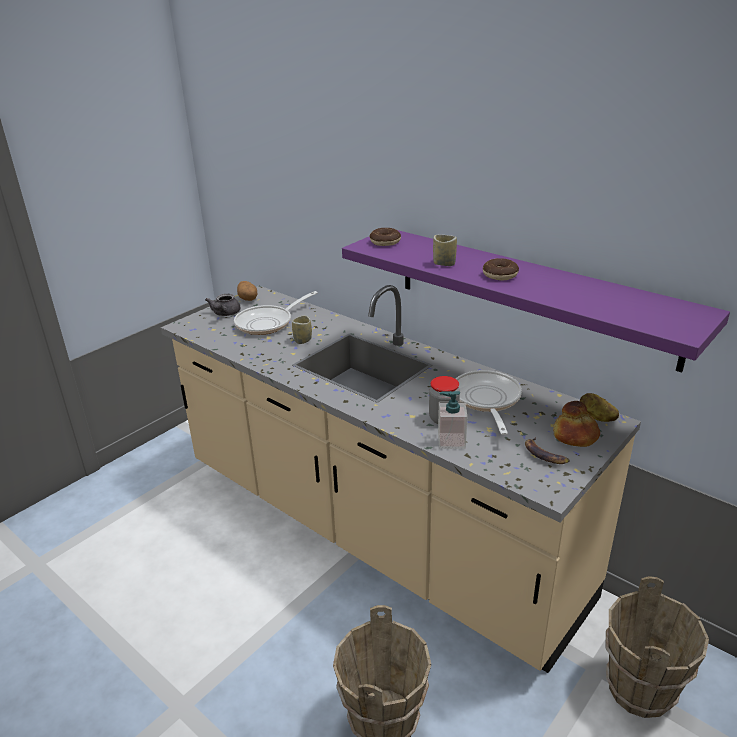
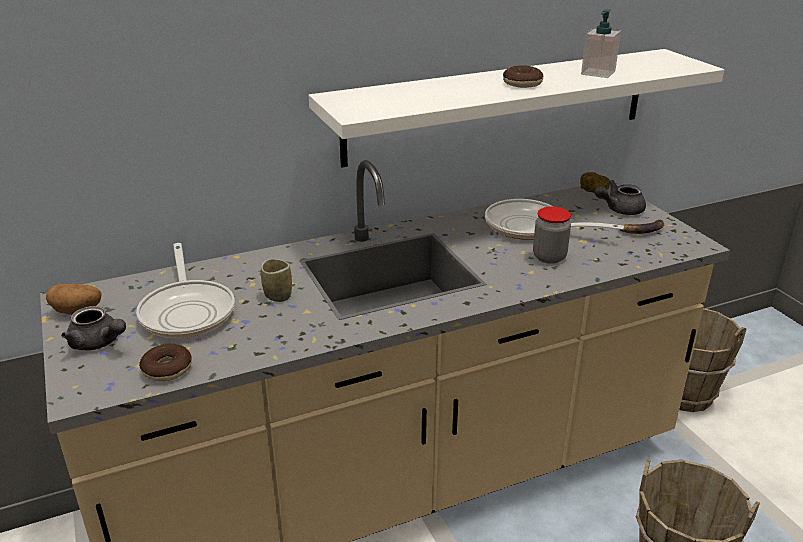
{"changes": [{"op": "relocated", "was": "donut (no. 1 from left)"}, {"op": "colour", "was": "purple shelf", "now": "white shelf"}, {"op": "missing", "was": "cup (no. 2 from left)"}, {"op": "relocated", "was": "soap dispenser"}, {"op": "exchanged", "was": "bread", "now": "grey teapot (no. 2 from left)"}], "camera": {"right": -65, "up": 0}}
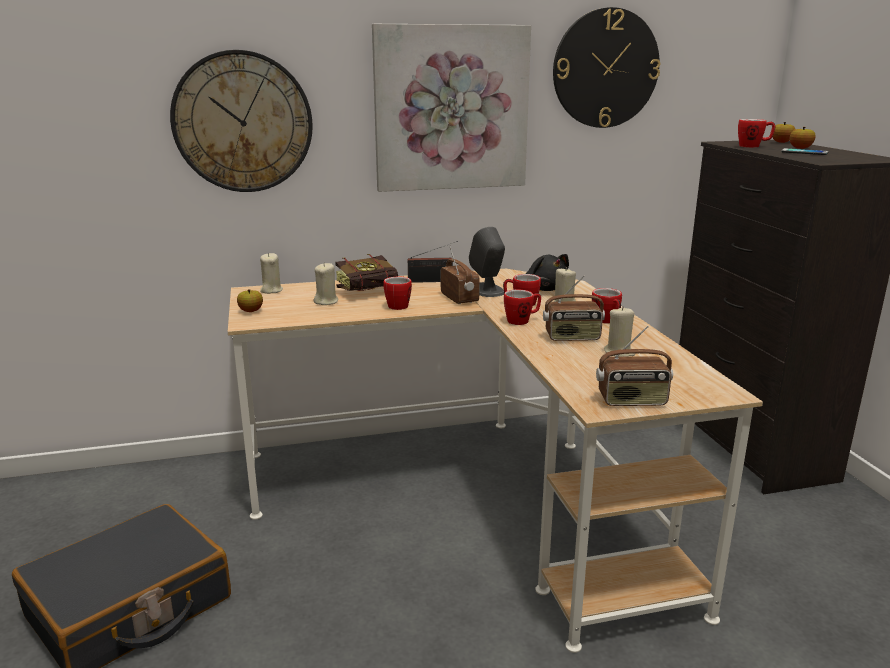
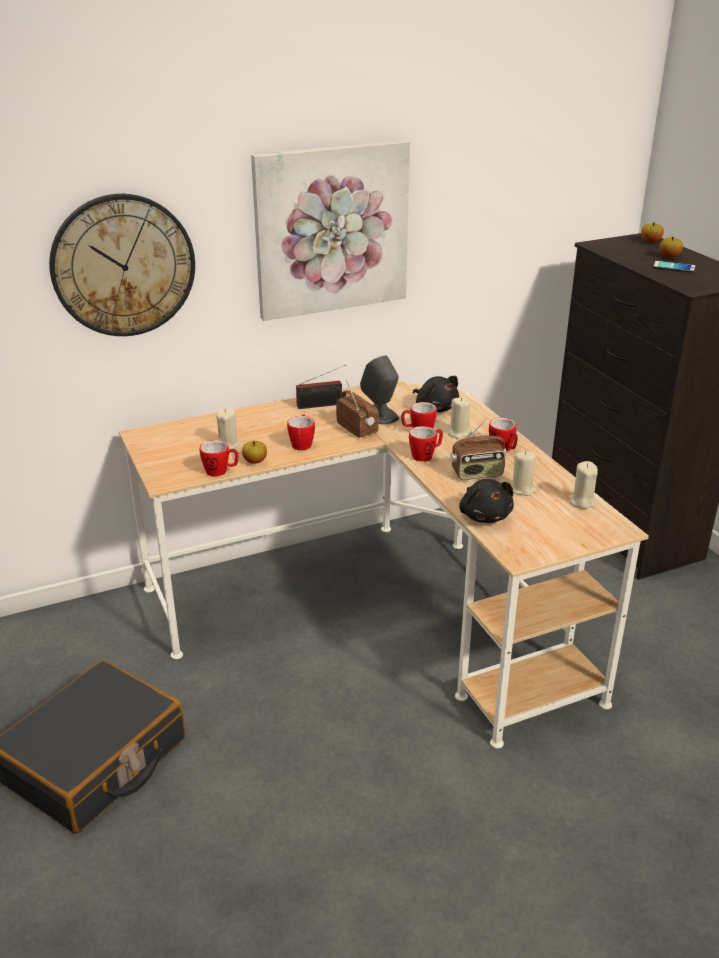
{"changes": [{"op": "missing", "was": "wall clock (no. 2 from left)"}, {"op": "relocated", "was": "mug (no. 5 from left in the first image)", "now": "mug (no. 1 from left)"}, {"op": "relocated", "was": "beige candle (no. 1 from left in the first image)", "now": "beige candle (no. 4 from left)"}, {"op": "missing", "was": "book"}, {"op": "relocated", "was": "apple (no. 1 from left)"}, {"op": "missing", "was": "radio (no. 4 from left)"}, {"op": "appeared", "now": "black plush toy (no. 2 from left)"}], "camera": {"right": -10, "up": 10}}
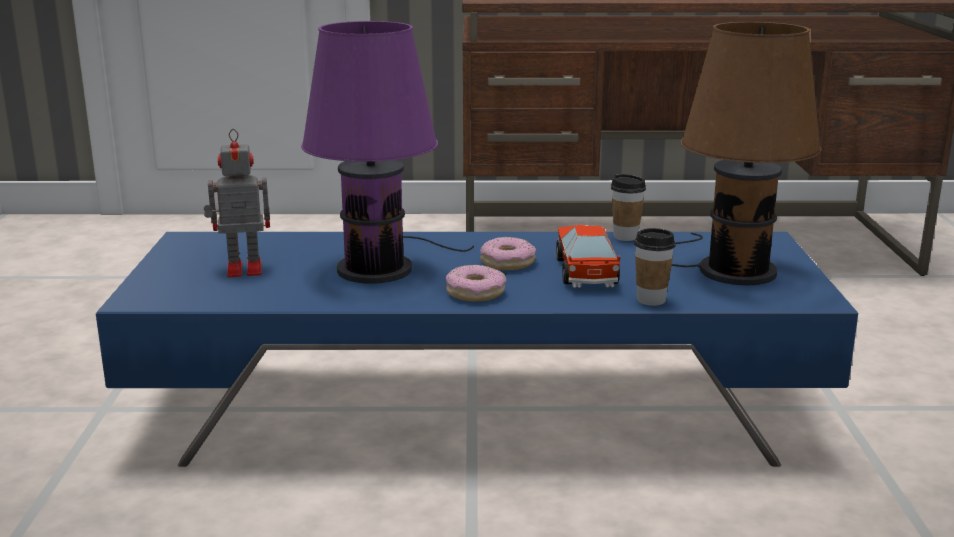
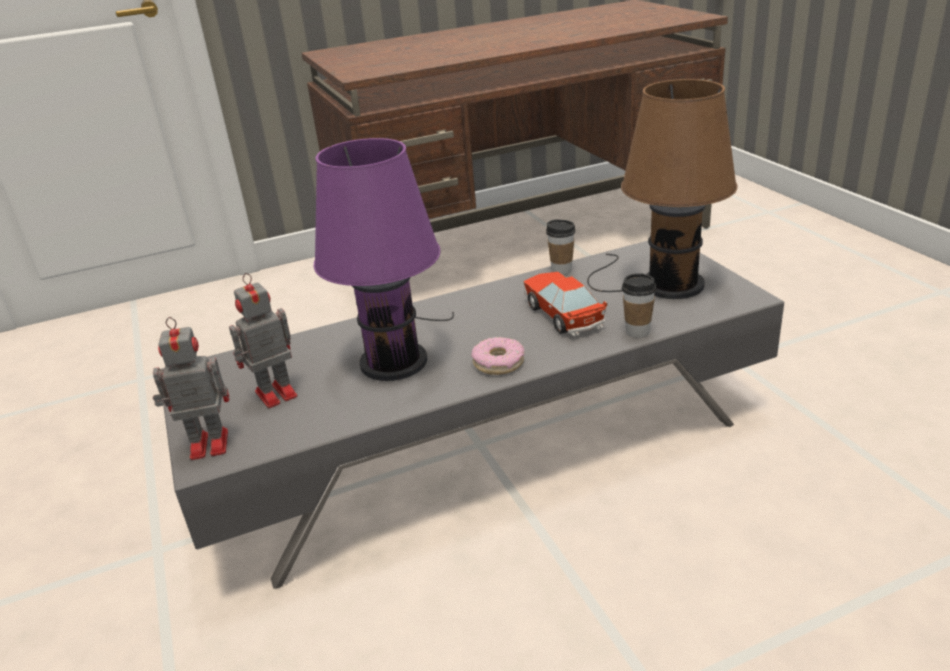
{"changes": [{"op": "colour", "was": "blue coffee table", "now": "grey coffee table"}, {"op": "missing", "was": "donut (no. 2 from left)"}, {"op": "appeared", "now": "toy robot (no. 1 from left)"}], "camera": {"right": -20, "up": 10}}
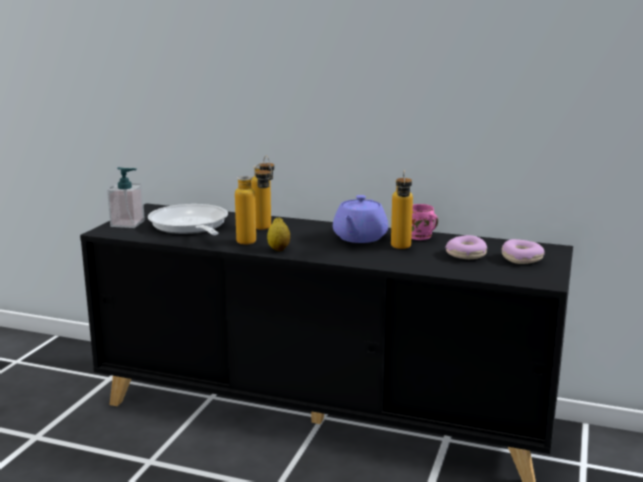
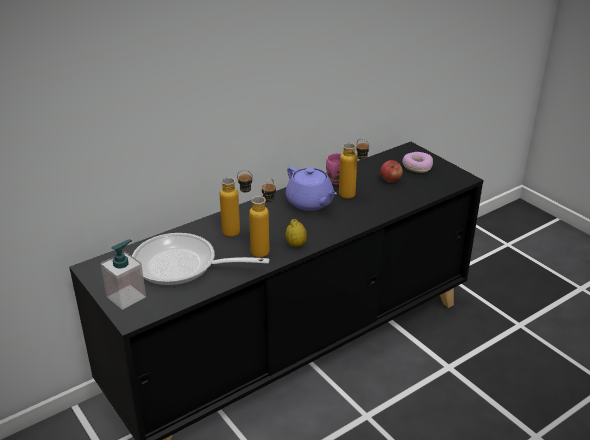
{"changes": [{"op": "exchanged", "was": "donut (no. 1 from left)", "now": "apple"}], "camera": {"right": -55, "up": 15}}
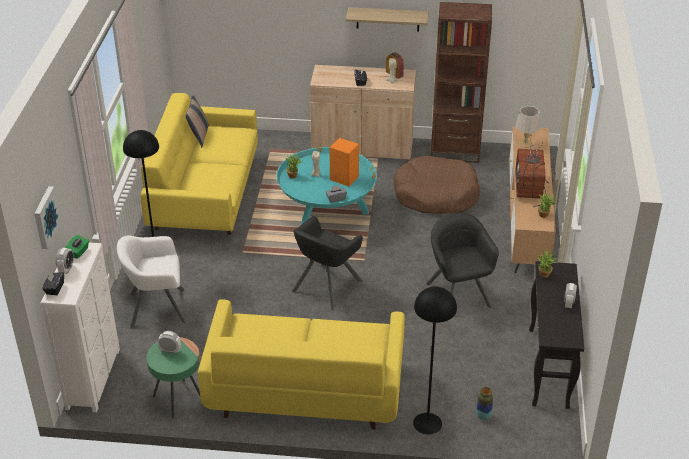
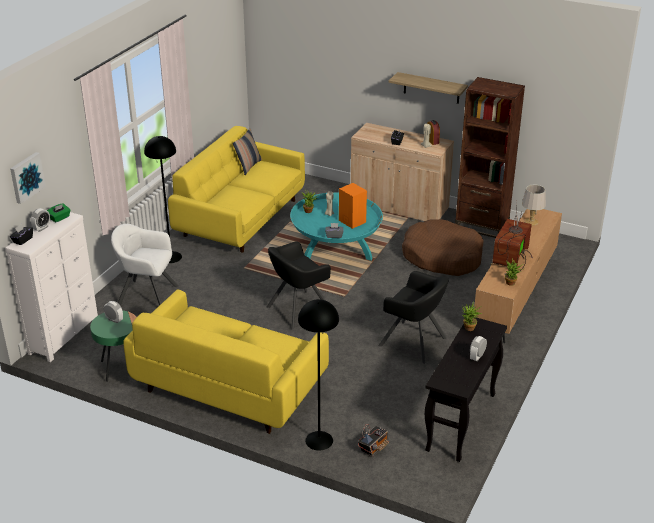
{"changes": [{"op": "spun", "was": "black armchair (no. 2 from left)", "clockwise": 120}, {"op": "exchanged", "was": "vase", "now": "radio"}], "camera": {"right": 20, "up": -5}}
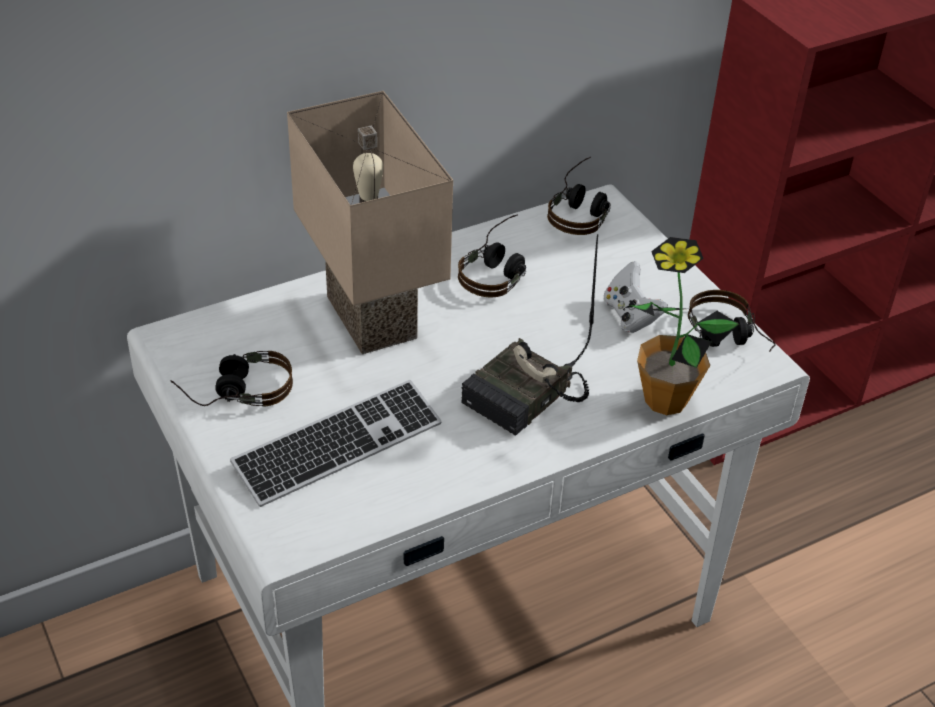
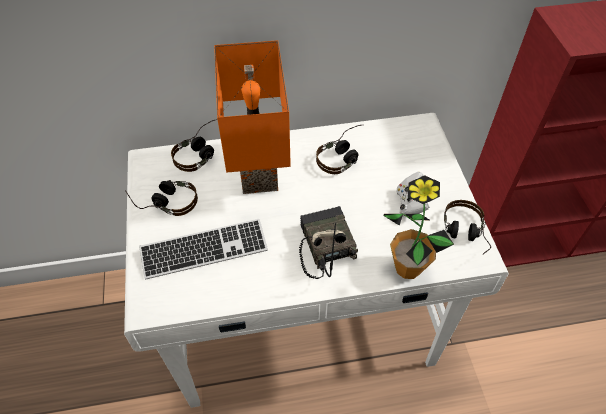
{"changes": [{"op": "colour", "was": "beige table lamp", "now": "orange table lamp"}, {"op": "relocated", "was": "headphones (no. 3 from left in the first image)", "now": "headphones (no. 2 from left)"}, {"op": "spun", "was": "radio", "clockwise": 105}], "camera": {"right": 20, "up": 10}}
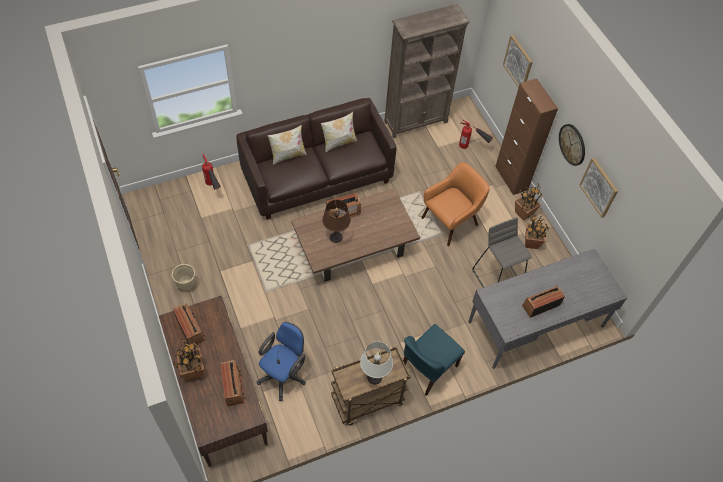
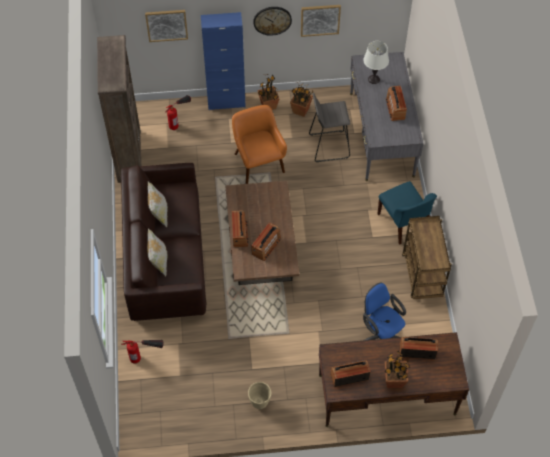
{"changes": [{"op": "colour", "was": "brown cabinet", "now": "blue cabinet"}, {"op": "exchanged", "was": "brown table lamp", "now": "radio (no. 2 from left)"}, {"op": "relocated", "was": "white table lamp"}], "camera": {"right": -70, "up": 0}}
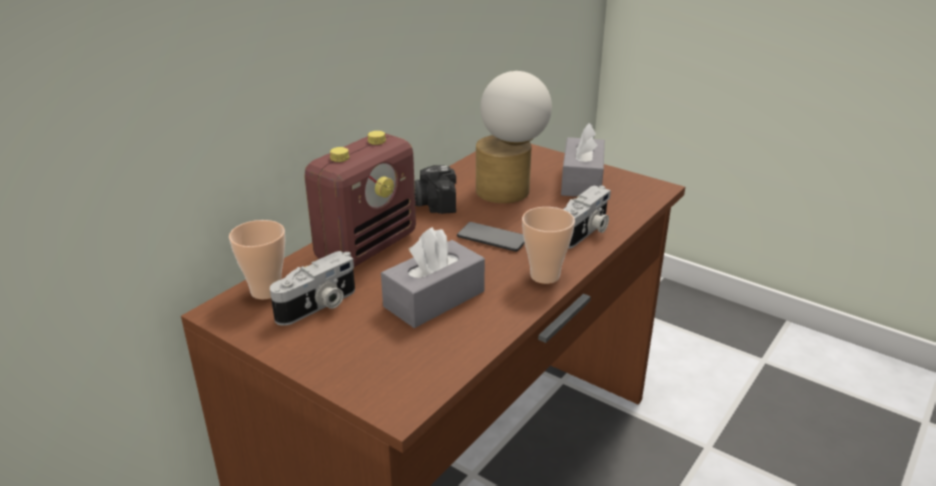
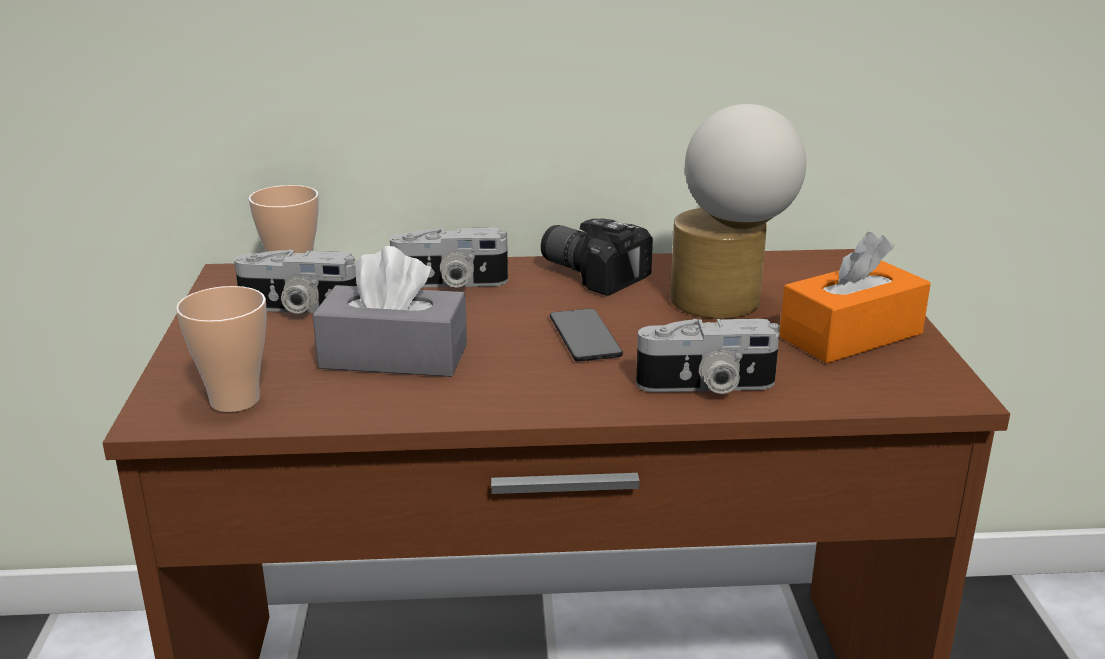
{"changes": [{"op": "colour", "was": "grey tissue box (no. 2 from left)", "now": "orange tissue box"}, {"op": "exchanged", "was": "radio", "now": "photo camera (no. 2 from left)"}, {"op": "relocated", "was": "cup (no. 2 from left in the first image)", "now": "cup (no. 1 from left)"}], "camera": {"right": 50, "up": -5}}
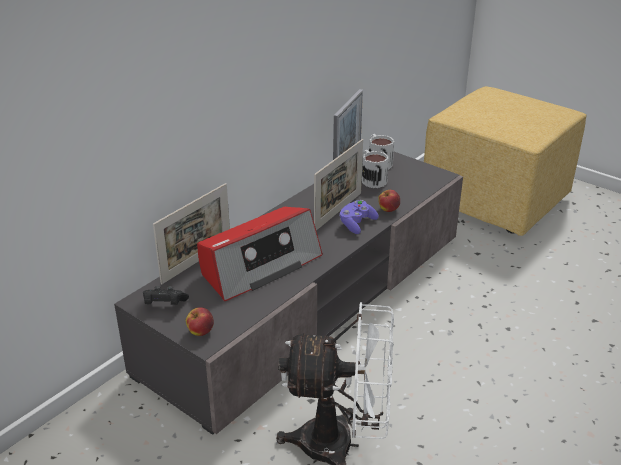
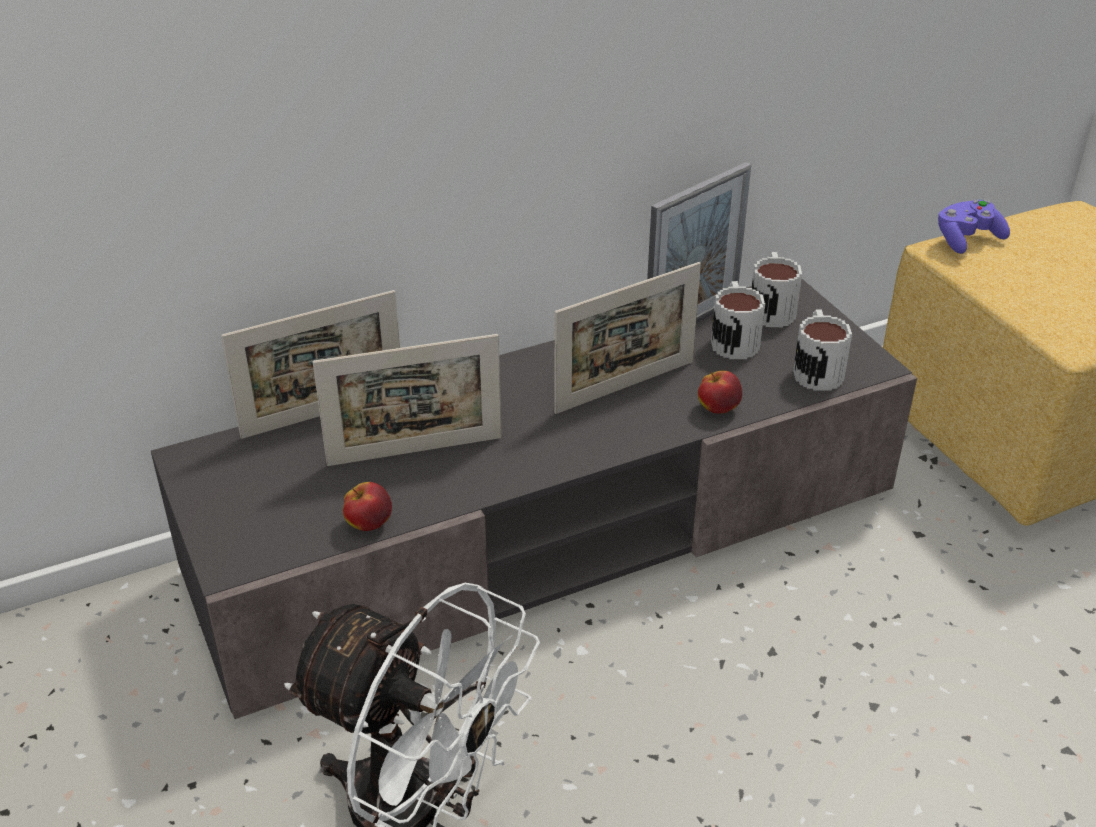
{"changes": [{"op": "relocated", "was": "purple game controller"}, {"op": "exchanged", "was": "radio", "now": "picture frame (no. 2 from left)"}, {"op": "missing", "was": "black game controller"}, {"op": "relocated", "was": "apple (no. 1 from left)"}, {"op": "appeared", "now": "mug (no. 3 from left)"}], "camera": {"right": 25, "up": 5}}
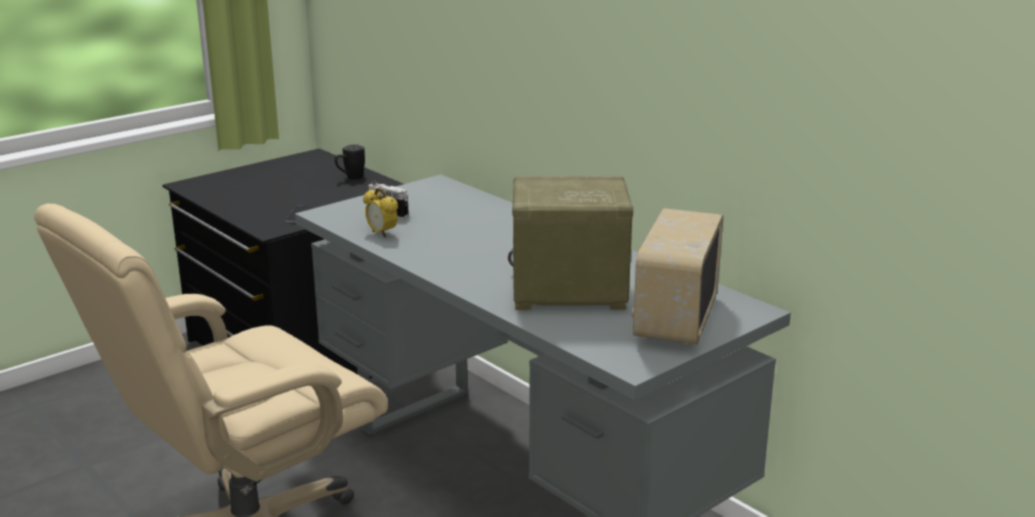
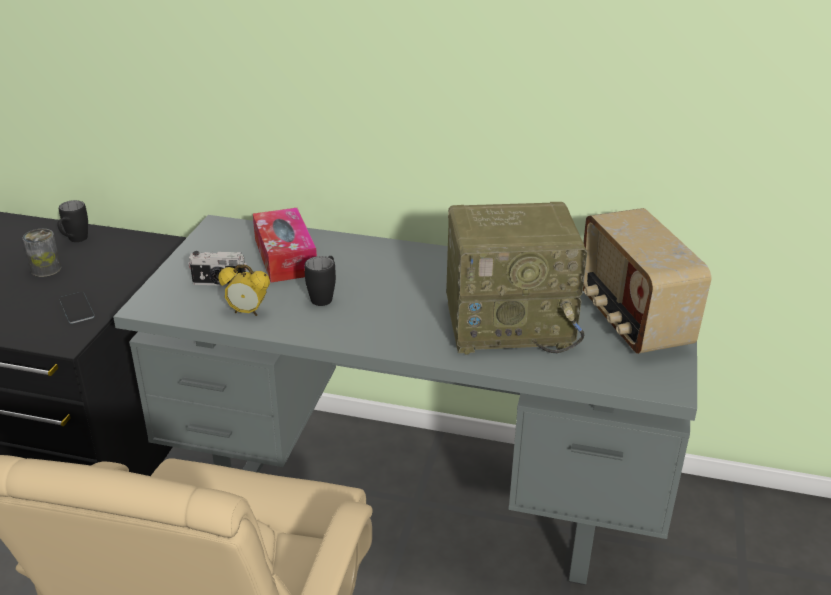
{"changes": [{"op": "spun", "was": "radio (no. 1 from left)", "clockwise": -150}, {"op": "appeared", "now": "tissue box"}, {"op": "appeared", "now": "can"}, {"op": "appeared", "now": "black mug (no. 2 from left)"}], "camera": {"right": -35, "up": 10}}
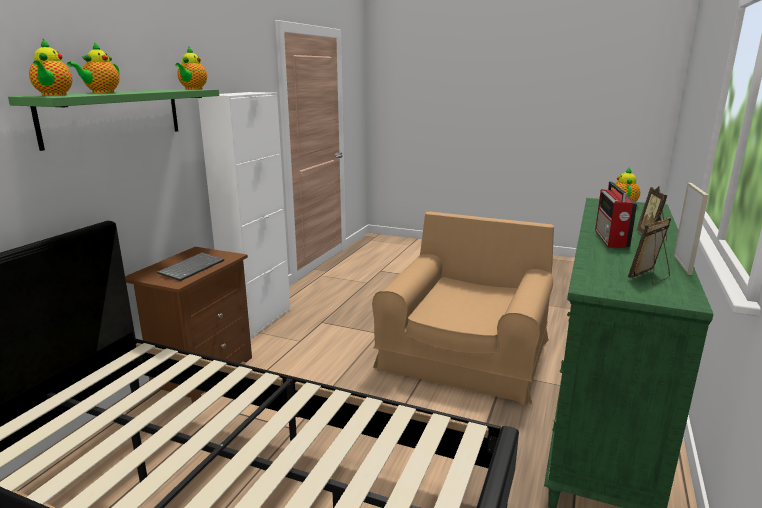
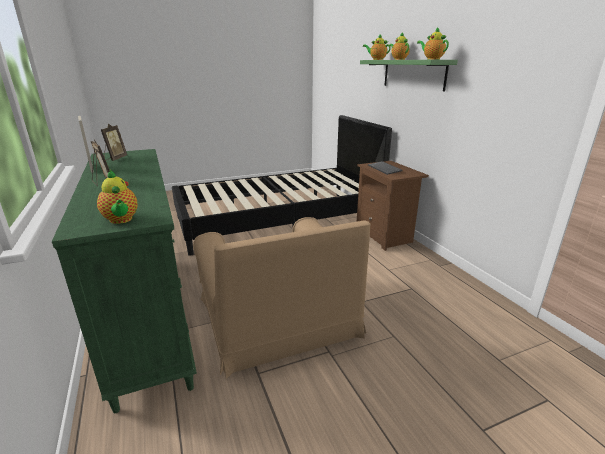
{"changes": [{"op": "missing", "was": "white cabinet"}, {"op": "missing", "was": "radio"}], "camera": {"right": 135, "up": 5}}
